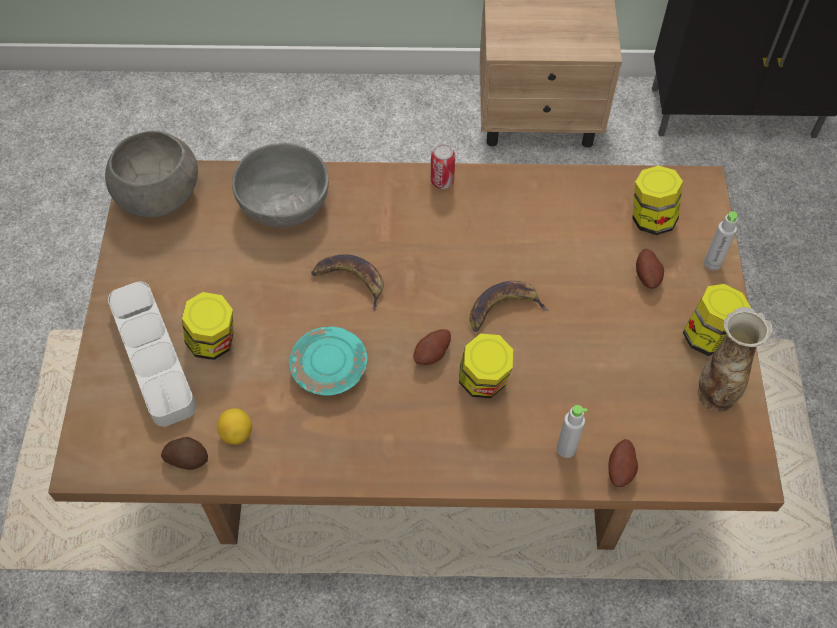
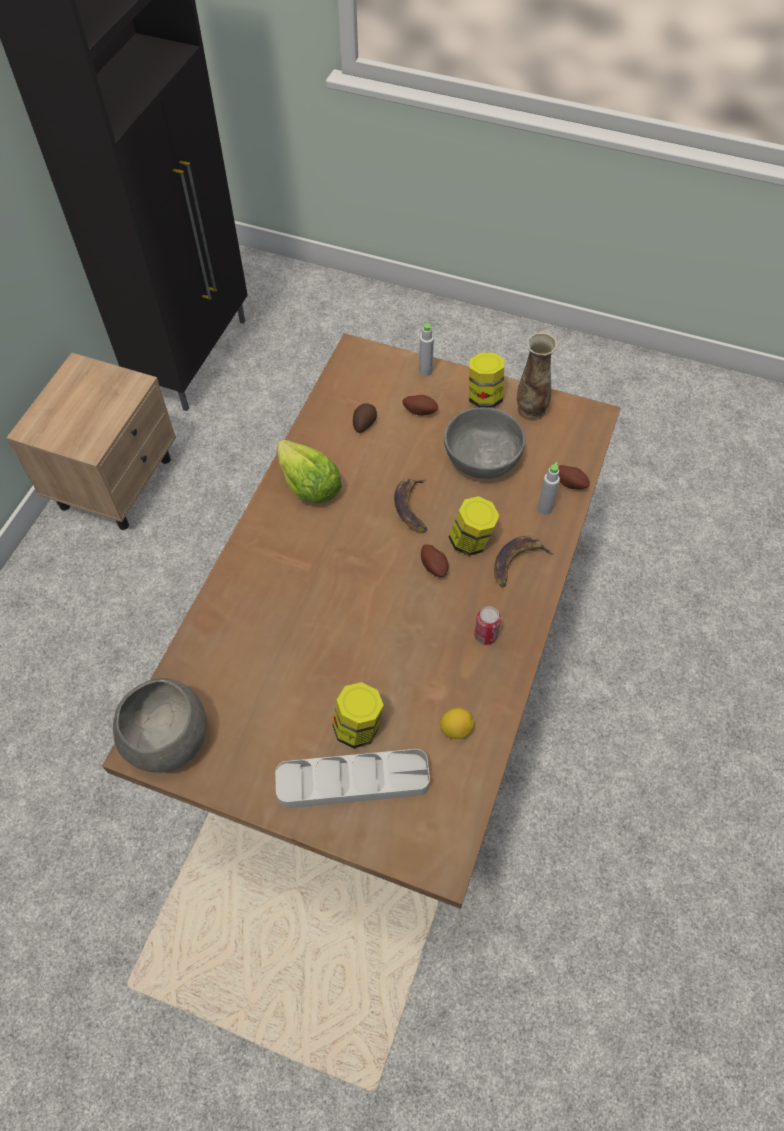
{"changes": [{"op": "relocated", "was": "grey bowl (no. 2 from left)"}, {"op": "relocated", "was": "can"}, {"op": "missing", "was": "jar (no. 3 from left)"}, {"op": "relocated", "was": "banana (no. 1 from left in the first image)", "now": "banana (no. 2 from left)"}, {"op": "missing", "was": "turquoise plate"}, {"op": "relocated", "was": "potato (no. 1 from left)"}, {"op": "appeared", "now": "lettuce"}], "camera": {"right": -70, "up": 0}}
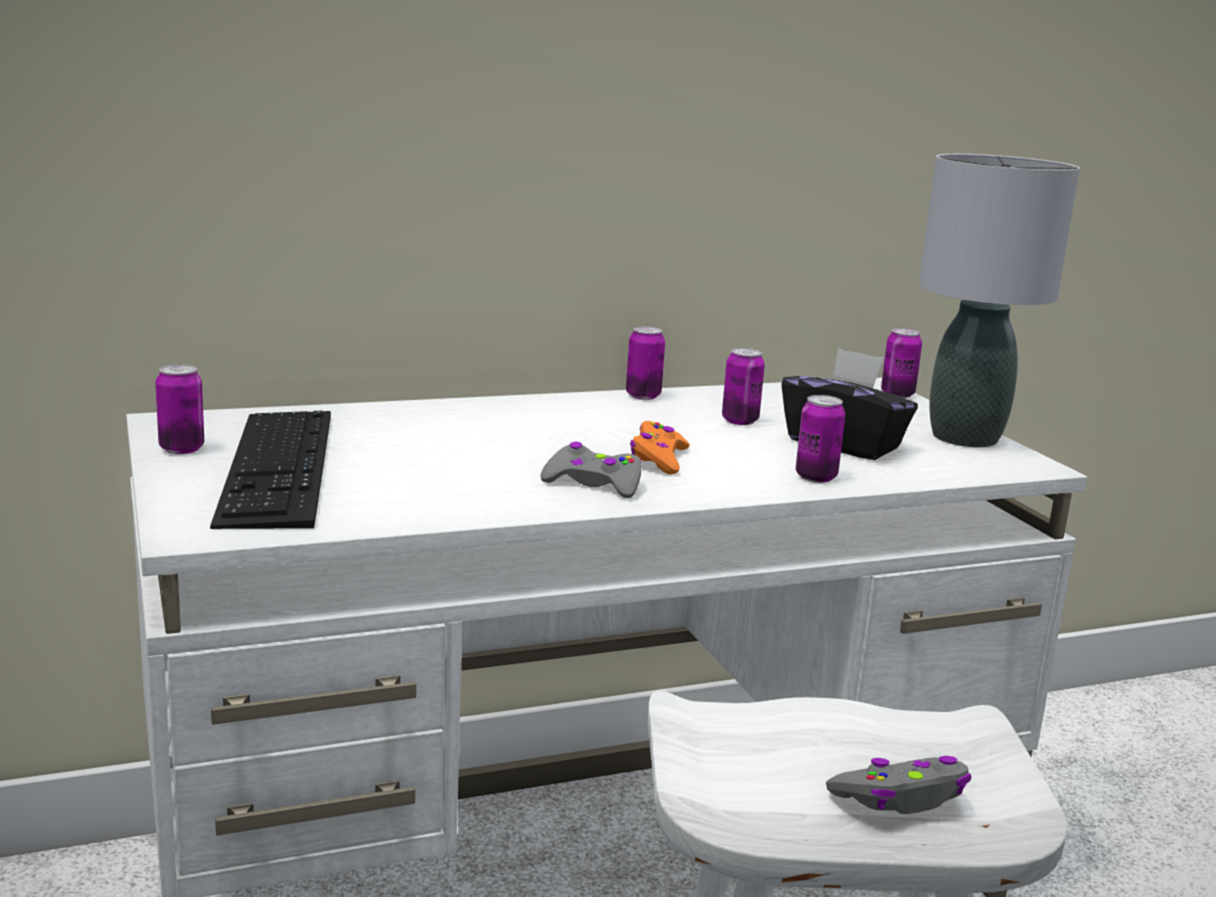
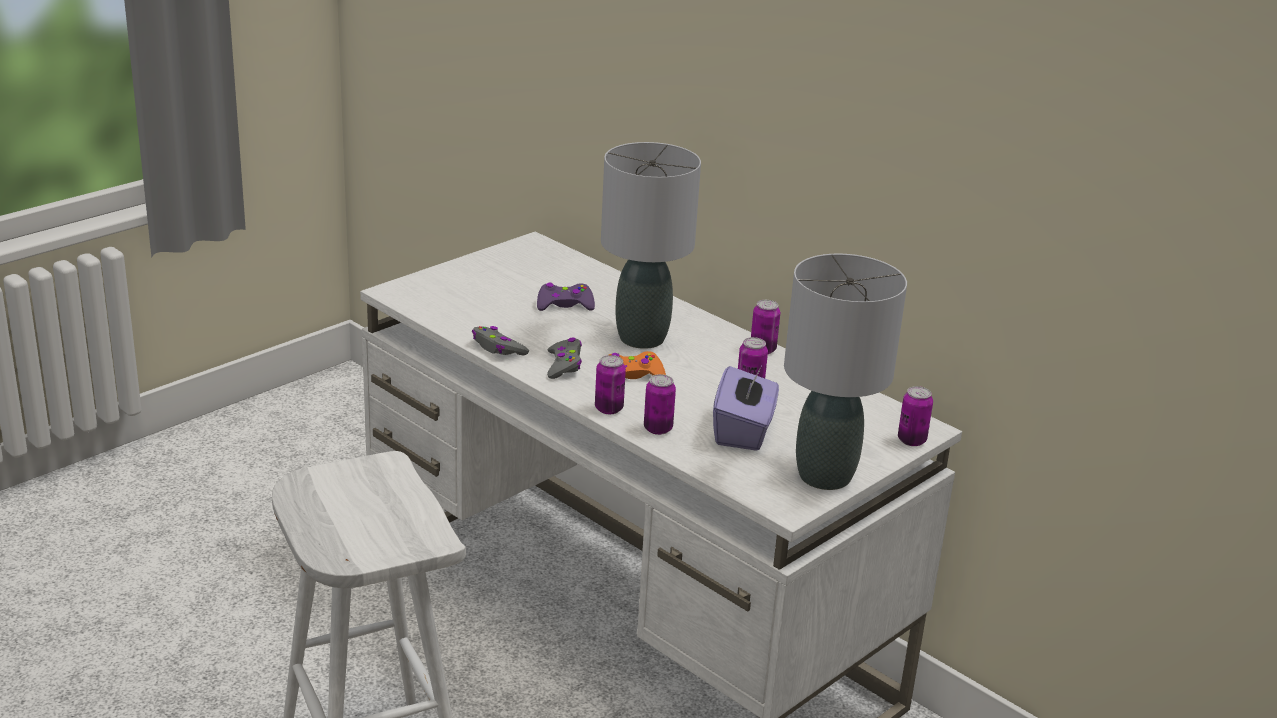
{"changes": [{"op": "colour", "was": "black tissue box", "now": "purple tissue box"}, {"op": "relocated", "was": "can (no. 1 from left)"}, {"op": "missing", "was": "keyboard"}, {"op": "relocated", "was": "grey game controller (no. 2 from left in the first image)", "now": "grey game controller (no. 1 from left)"}, {"op": "appeared", "now": "grey table lamp (no. 1 from left)"}, {"op": "appeared", "now": "purple game controller"}], "camera": {"right": 65, "up": 10}}
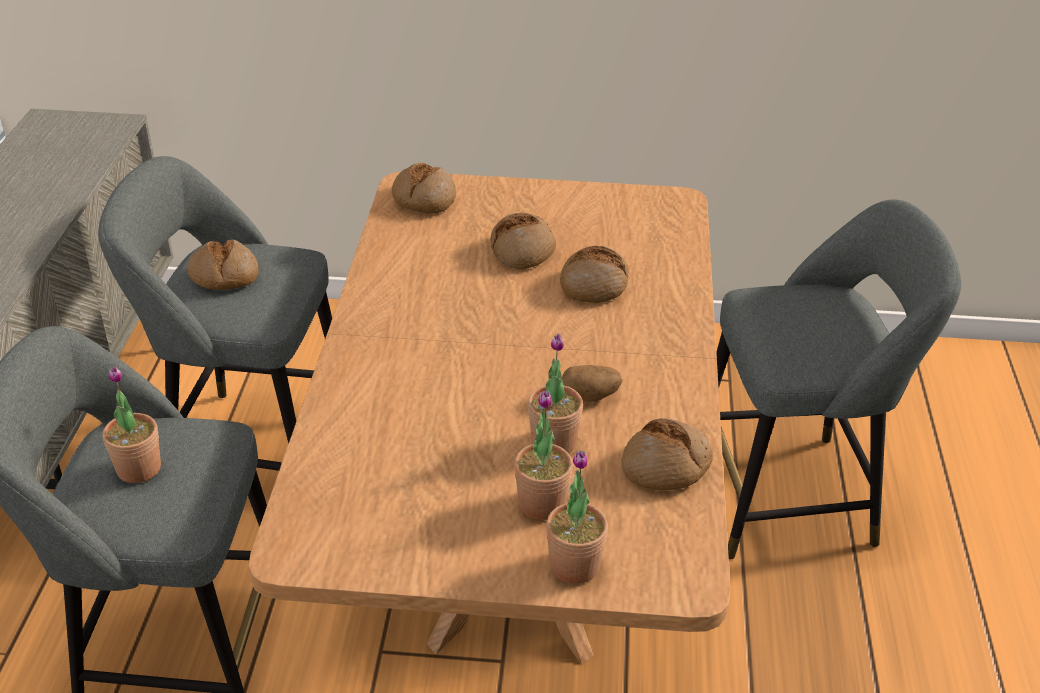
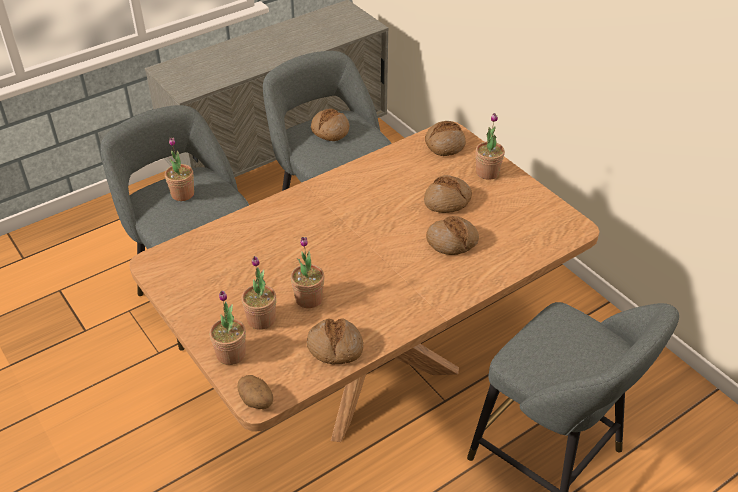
{"changes": [{"op": "relocated", "was": "potato"}, {"op": "appeared", "now": "potted plant (no. 5 from left)"}], "camera": {"right": 50, "up": 5}}
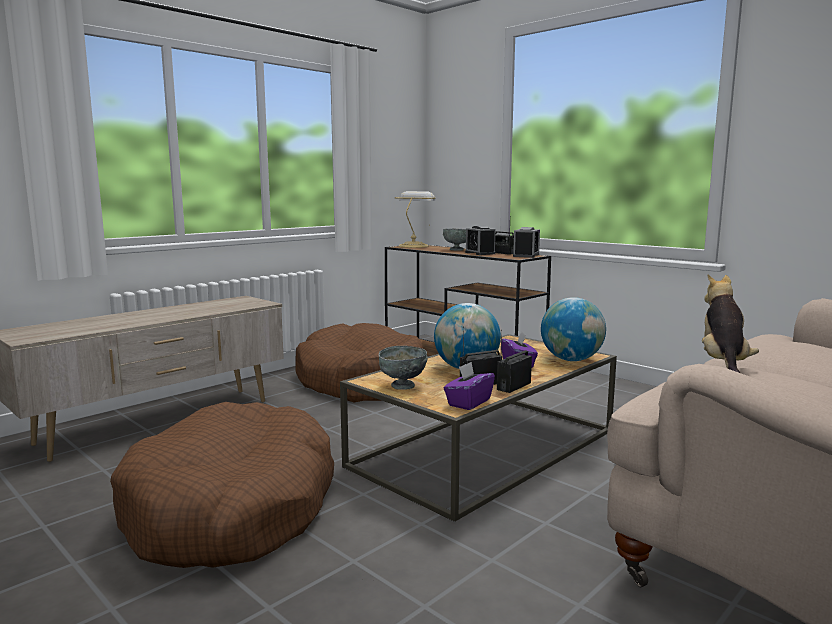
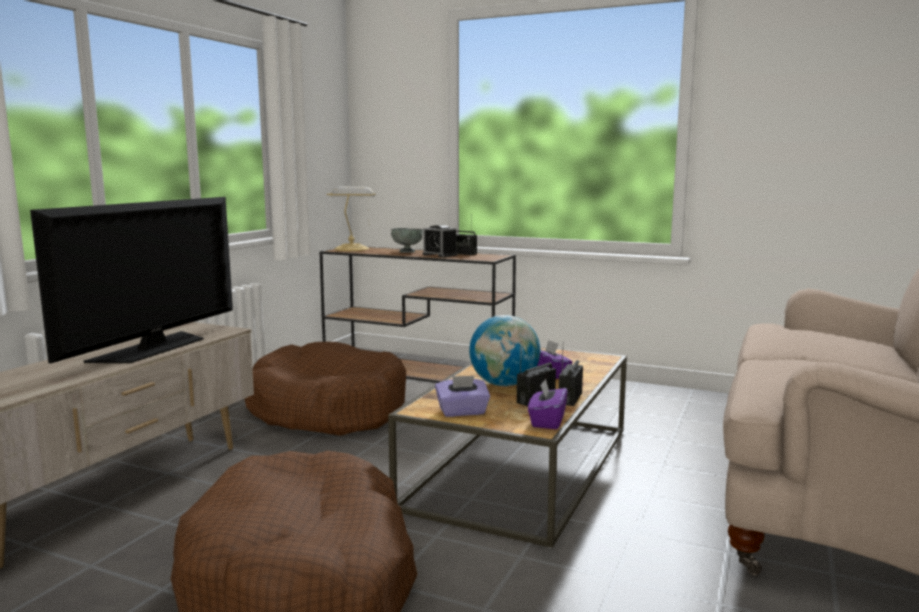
{"changes": [{"op": "missing", "was": "alarm clock (no. 2 from left)"}, {"op": "missing", "was": "plush toy"}, {"op": "missing", "was": "globe (no. 2 from left)"}, {"op": "exchanged", "was": "grey bowl (no. 1 from left)", "now": "purple tissue box (no. 1 from left)"}, {"op": "appeared", "now": "television"}], "camera": {"right": -20, "up": 0}}
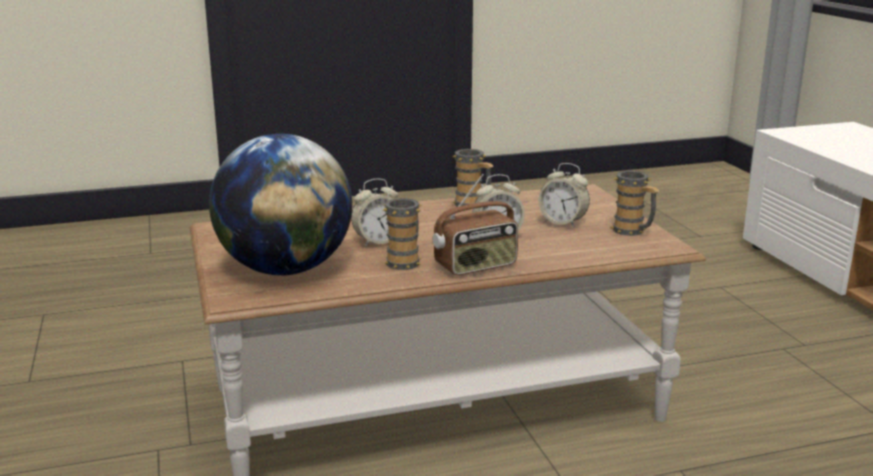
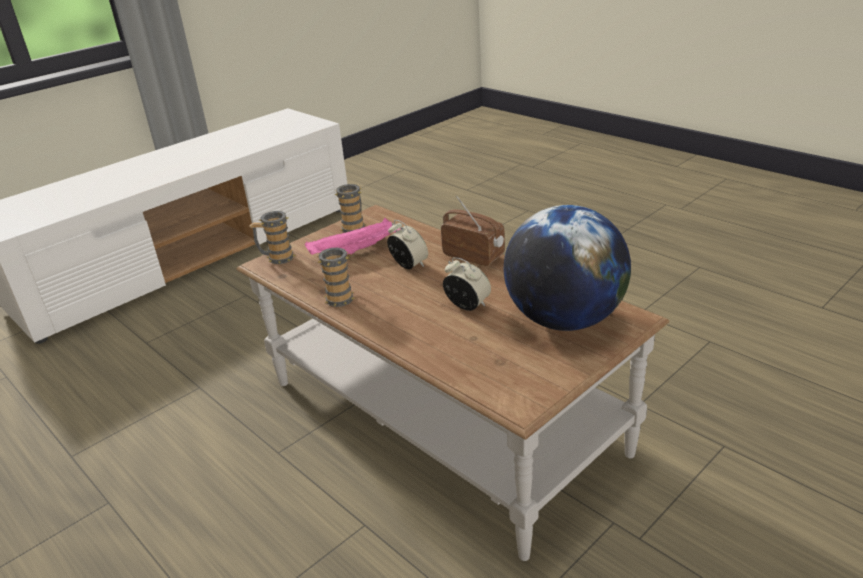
{"changes": [{"op": "exchanged", "was": "alarm clock (no. 3 from left)", "now": "pink tray"}, {"op": "relocated", "was": "mug (no. 1 from left)"}], "camera": {"right": -115, "up": 10}}
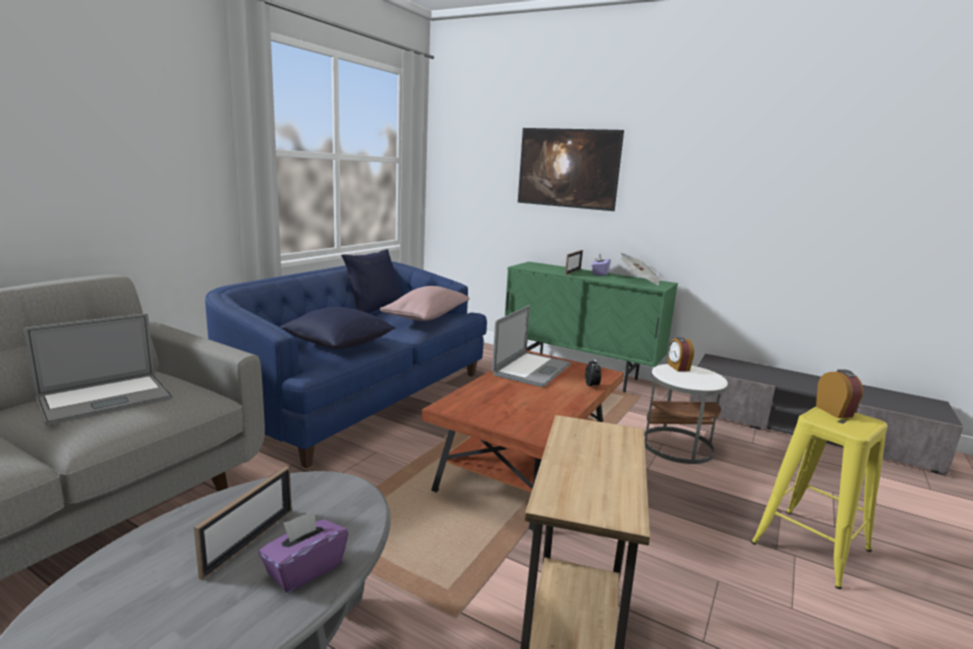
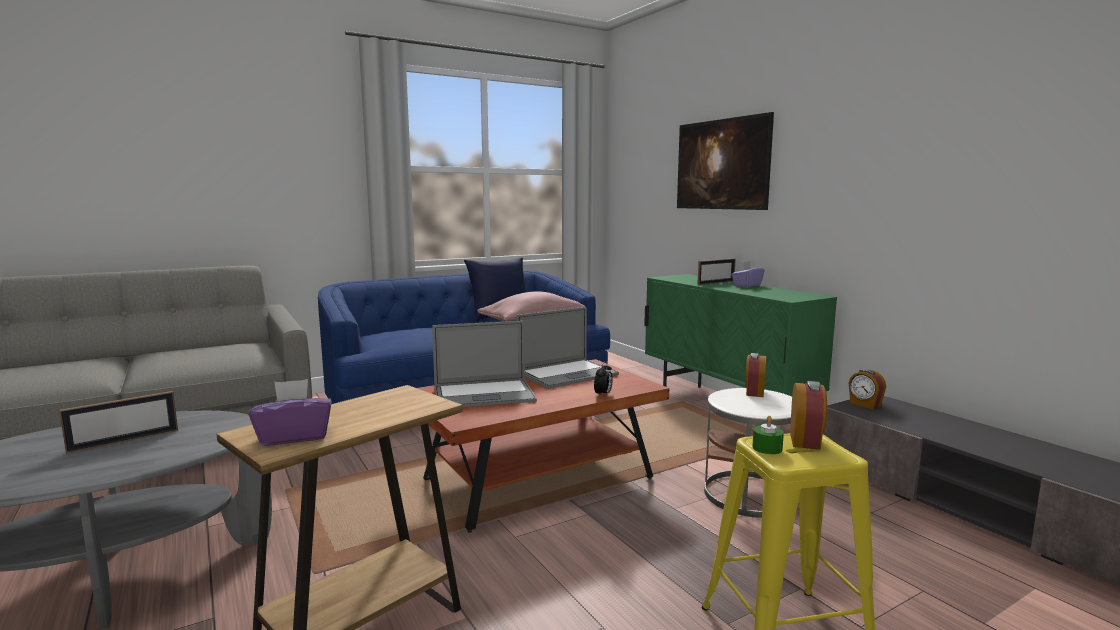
{"changes": [{"op": "missing", "was": "newspaper"}, {"op": "missing", "was": "blue pillow (no. 1 from left)"}, {"op": "relocated", "was": "laptop (no. 1 from left)"}, {"op": "relocated", "was": "purple tissue box (no. 1 from left)"}, {"op": "appeared", "now": "alarm clock (no. 4 from left)"}, {"op": "appeared", "now": "green candle"}], "camera": {"right": 30, "up": -5}}
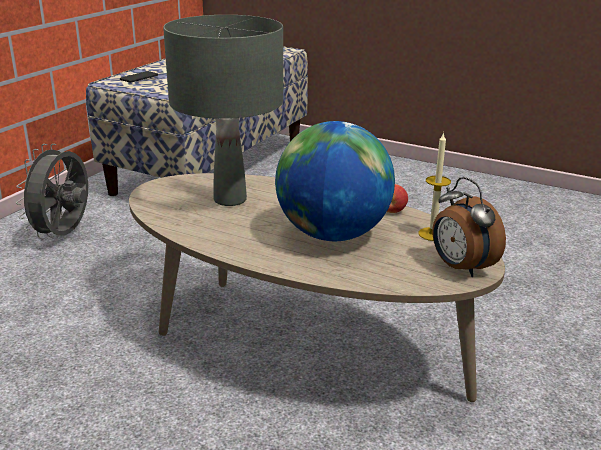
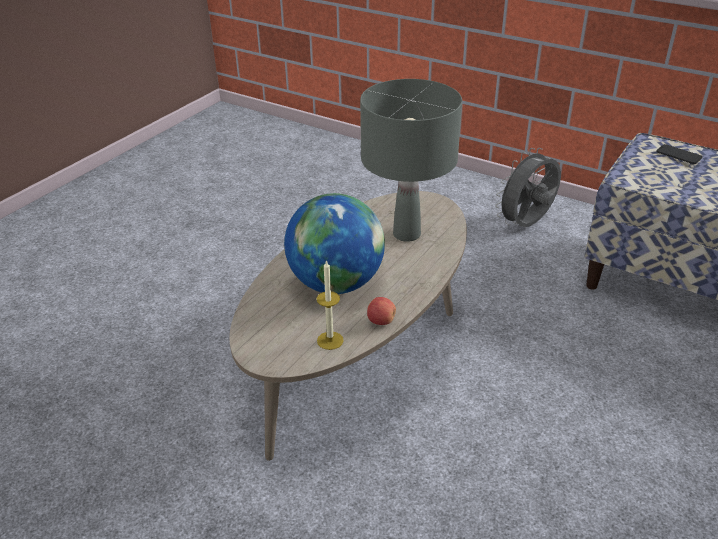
{"changes": [{"op": "spun", "was": "grey fan", "clockwise": -60}, {"op": "missing", "was": "alarm clock"}], "camera": {"right": 95, "up": 10}}
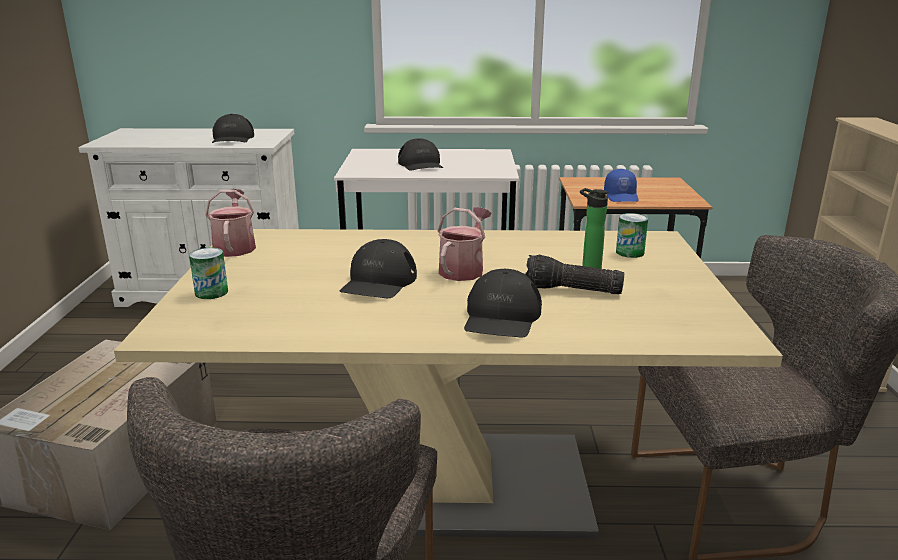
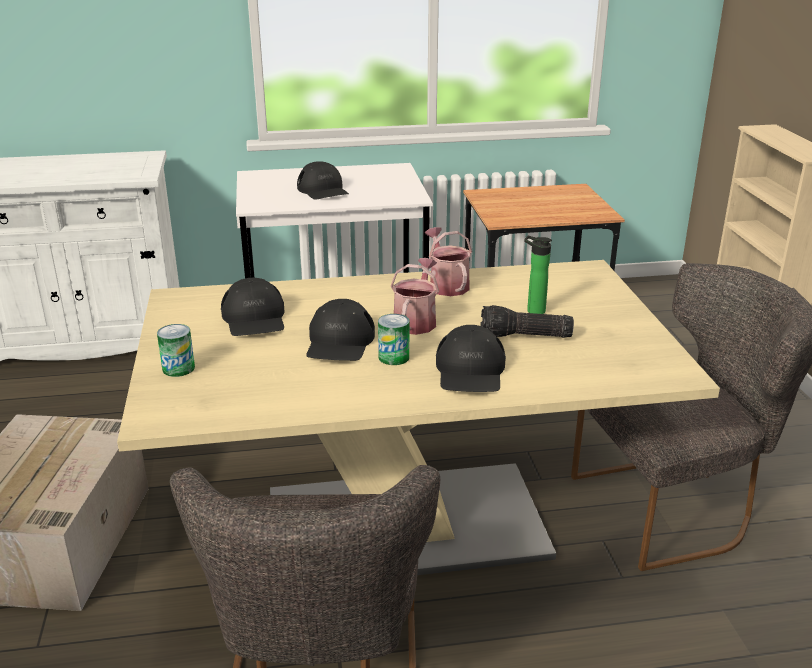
{"changes": [{"op": "relocated", "was": "black cap (no. 1 from left)"}, {"op": "missing", "was": "blue cap"}, {"op": "relocated", "was": "watering can (no. 1 from left in the first image)", "now": "watering can (no. 2 from left)"}, {"op": "relocated", "was": "can (no. 2 from left)"}], "camera": {"right": -10, "up": 5}}
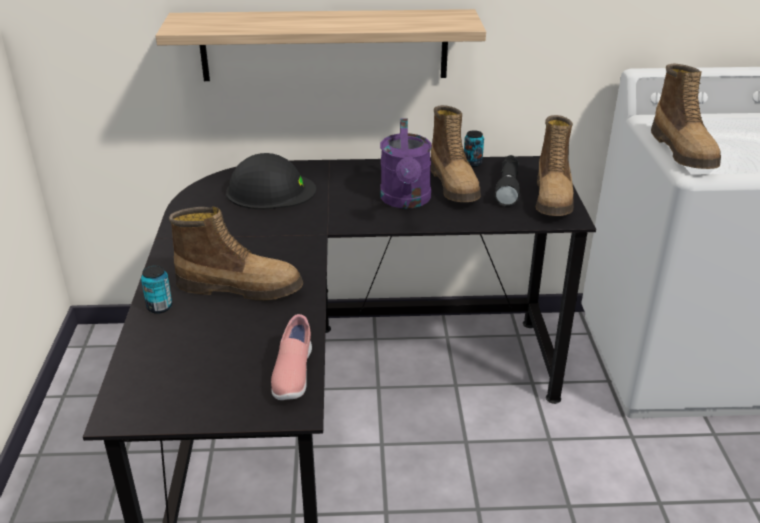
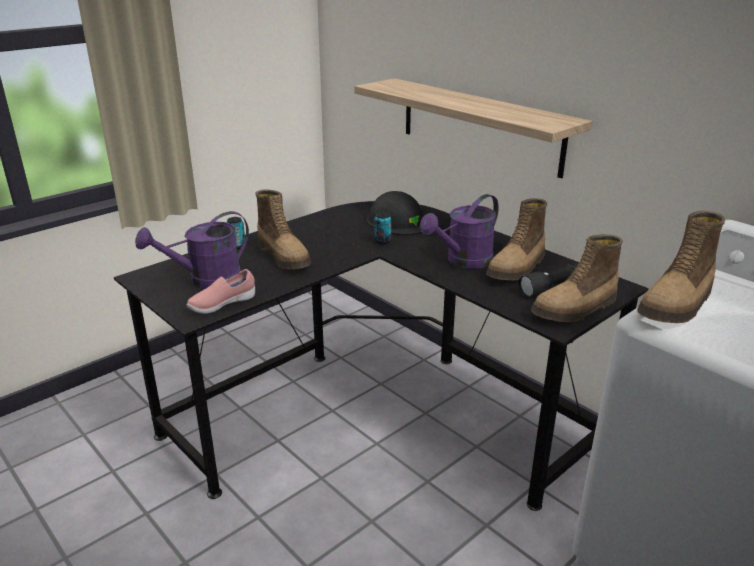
{"changes": [{"op": "relocated", "was": "can (no. 2 from left)"}, {"op": "appeared", "now": "purple watering can (no. 1 from left)"}], "camera": {"right": 50, "up": -5}}
